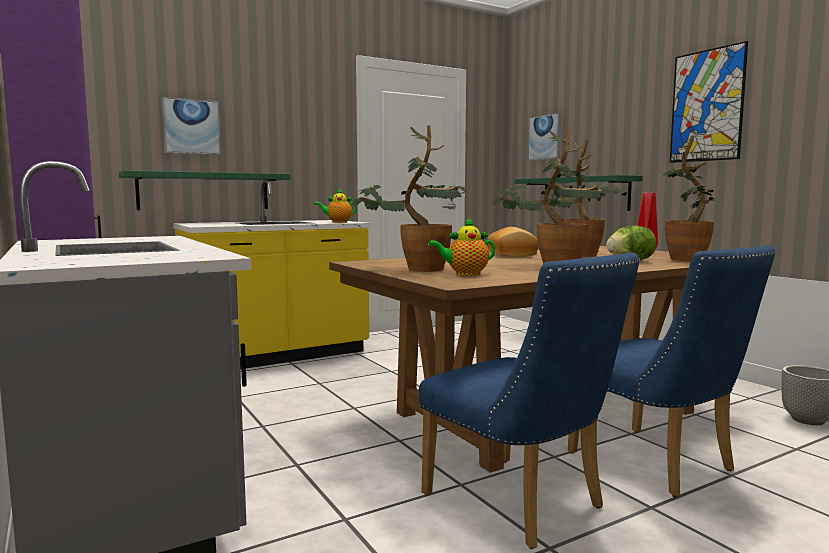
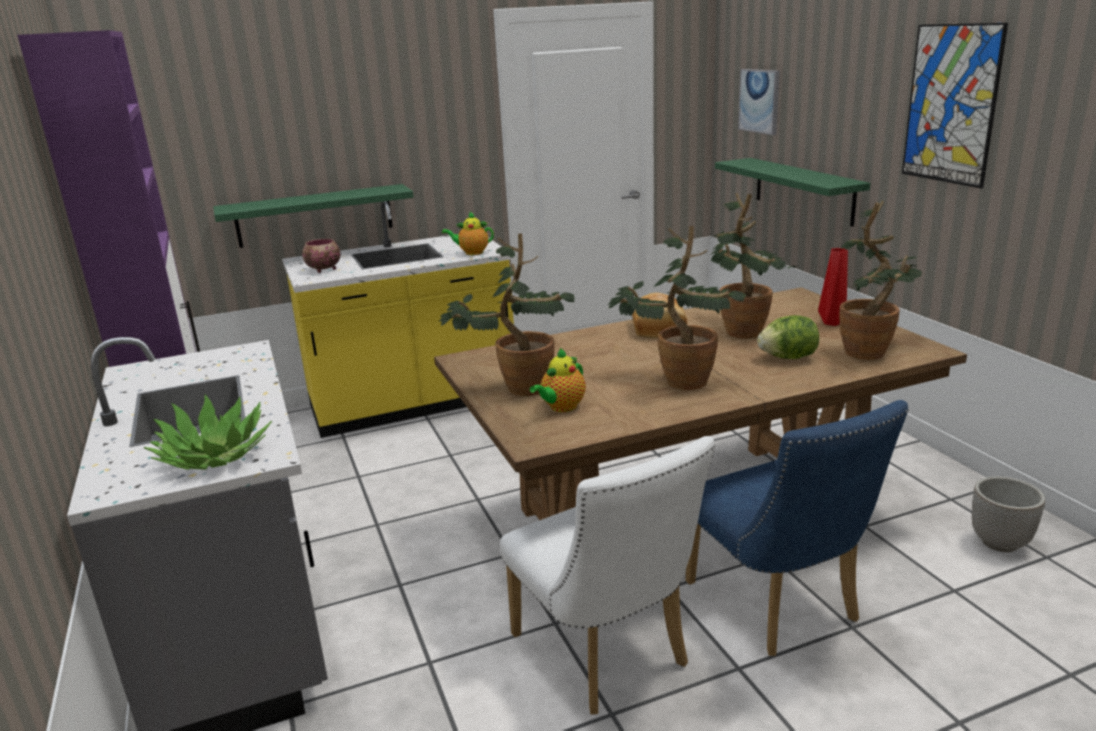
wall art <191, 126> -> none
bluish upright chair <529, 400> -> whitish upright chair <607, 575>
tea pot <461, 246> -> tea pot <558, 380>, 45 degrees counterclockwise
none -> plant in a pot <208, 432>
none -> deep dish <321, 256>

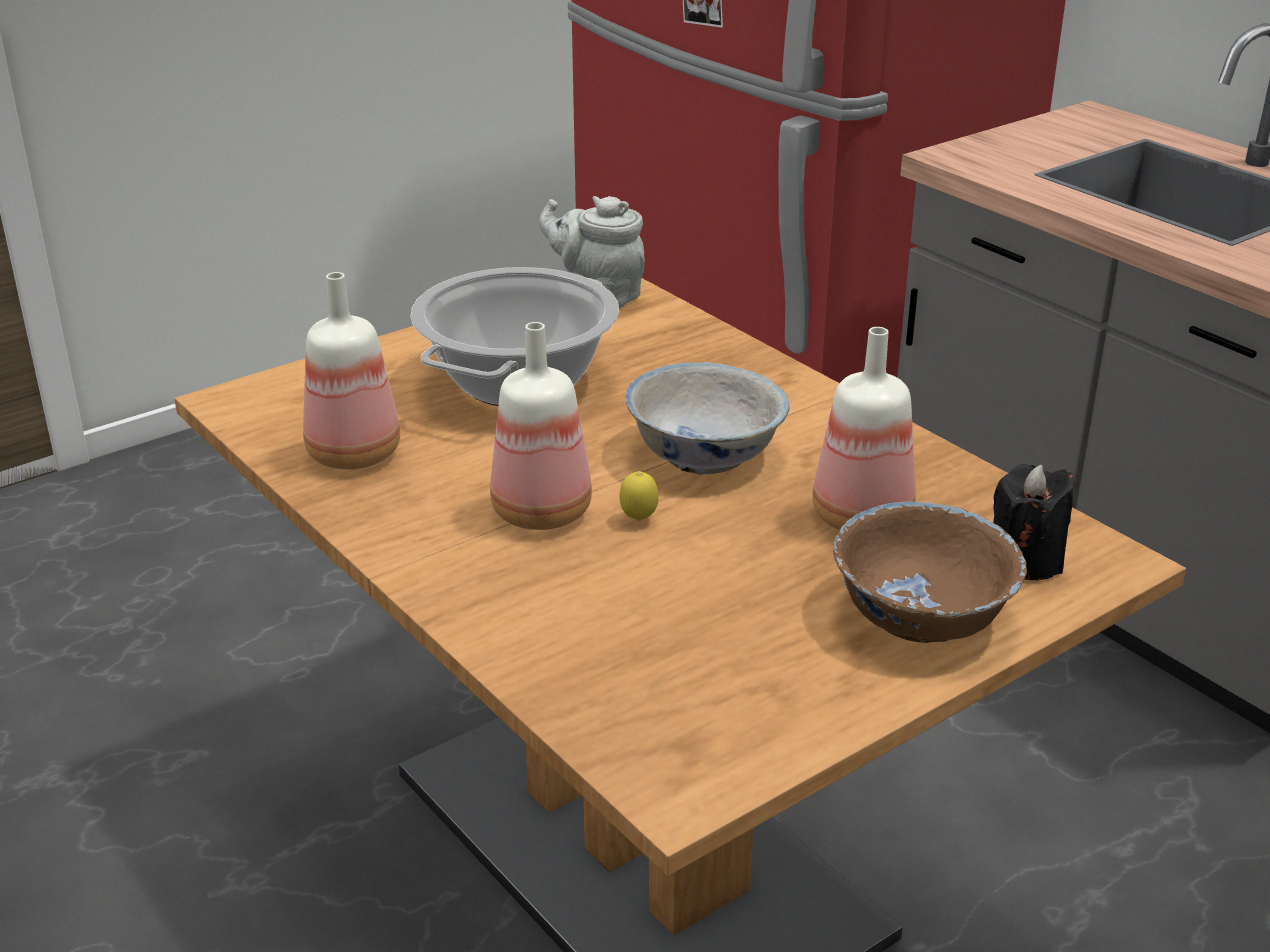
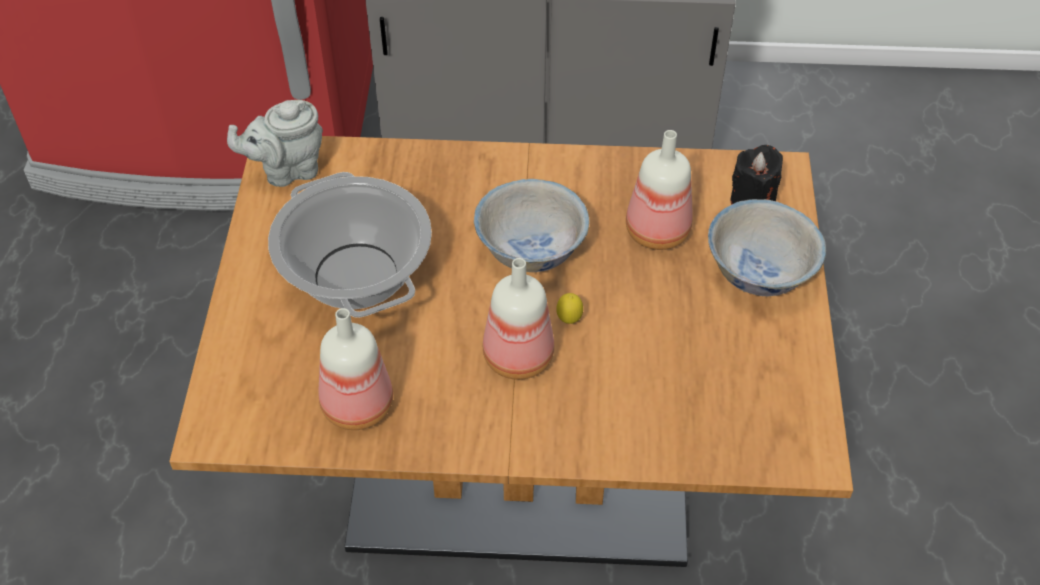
brown-coloured deep dish <930, 572> -> whitish deep dish <767, 247>

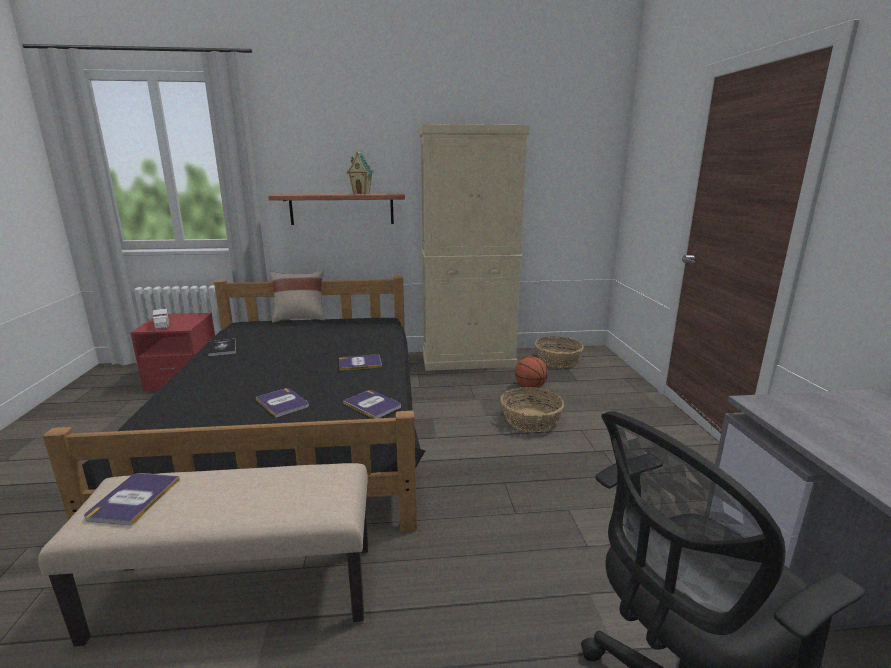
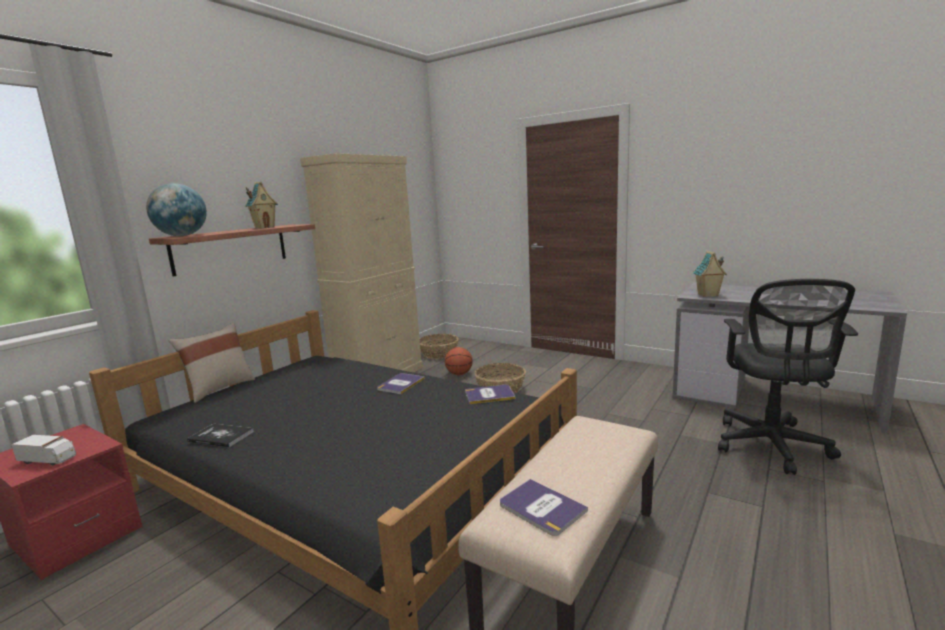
book <282, 403> -> none
none -> desk globe <176, 209>
none -> miniature house <709, 274>

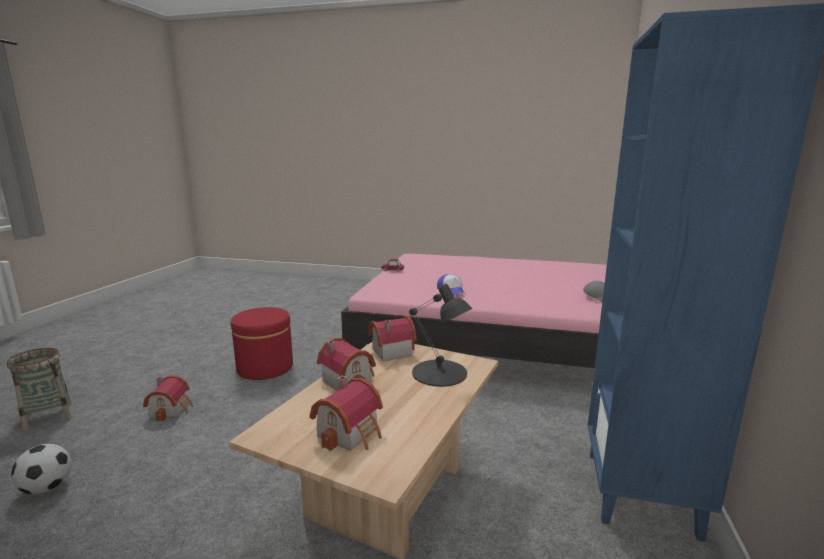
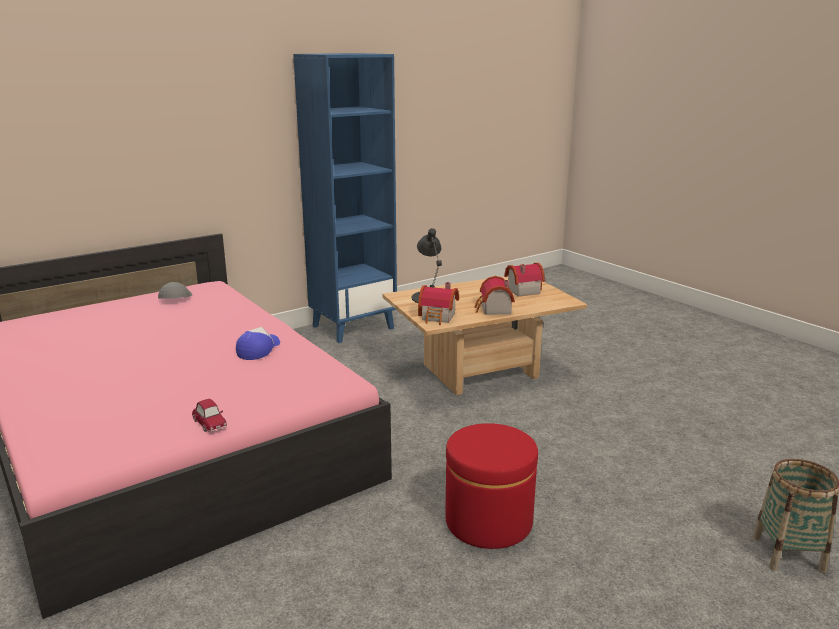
football ball <41, 469> -> none
miniature house <168, 398> -> none

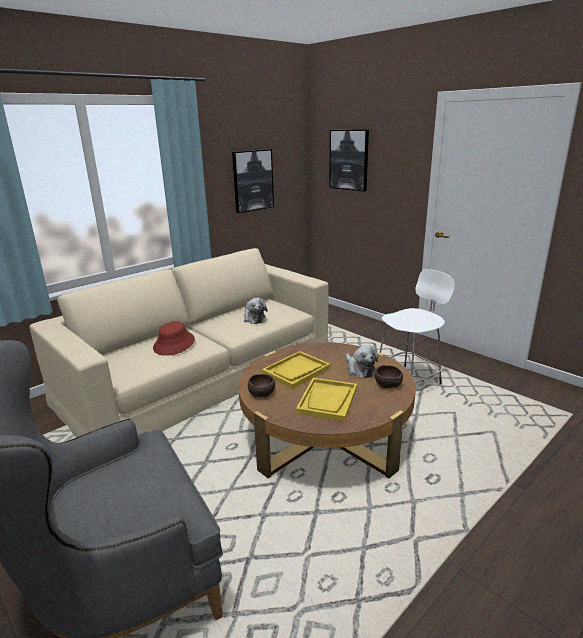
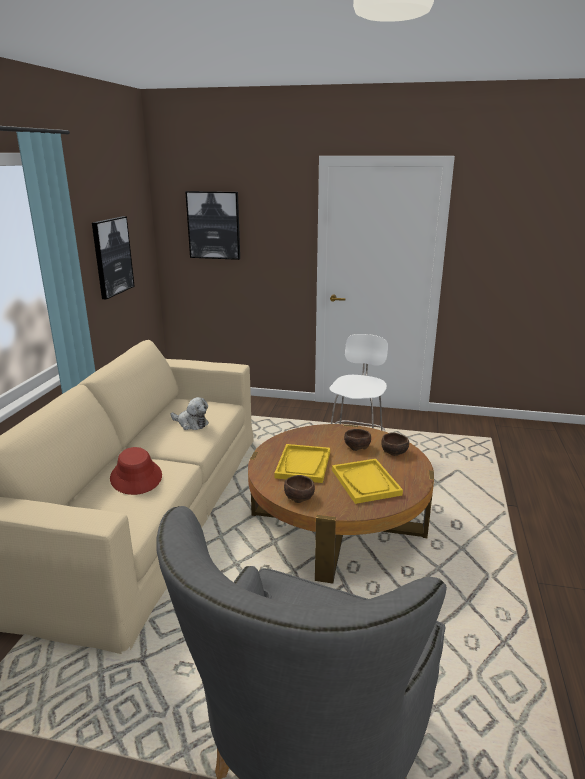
plush toy <362, 361> -> brown-coloured deep dish <357, 440>

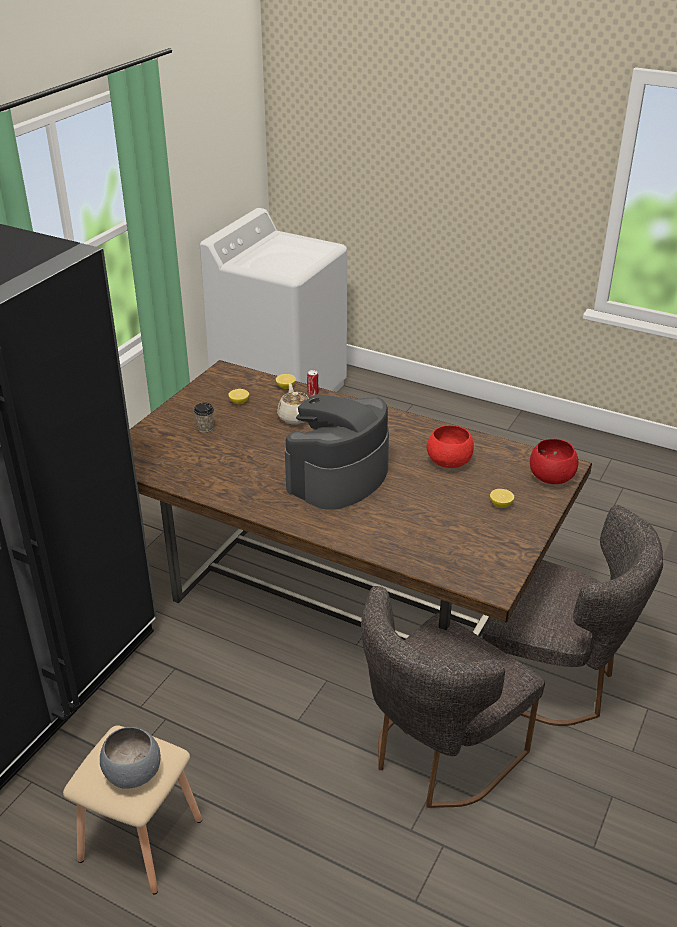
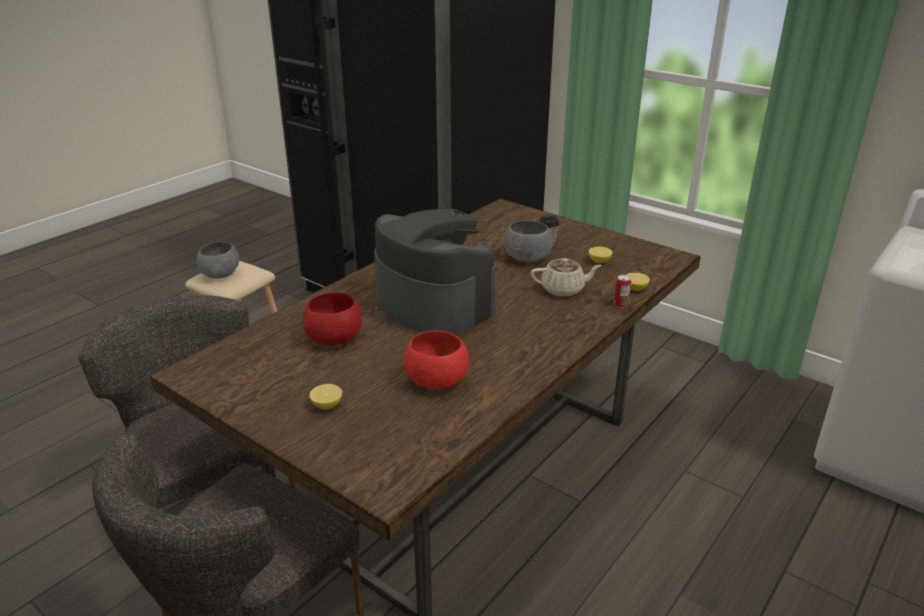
red deep dish <554, 461> -> red deep dish <332, 318>, relocated
none -> greyish deep dish <528, 241>

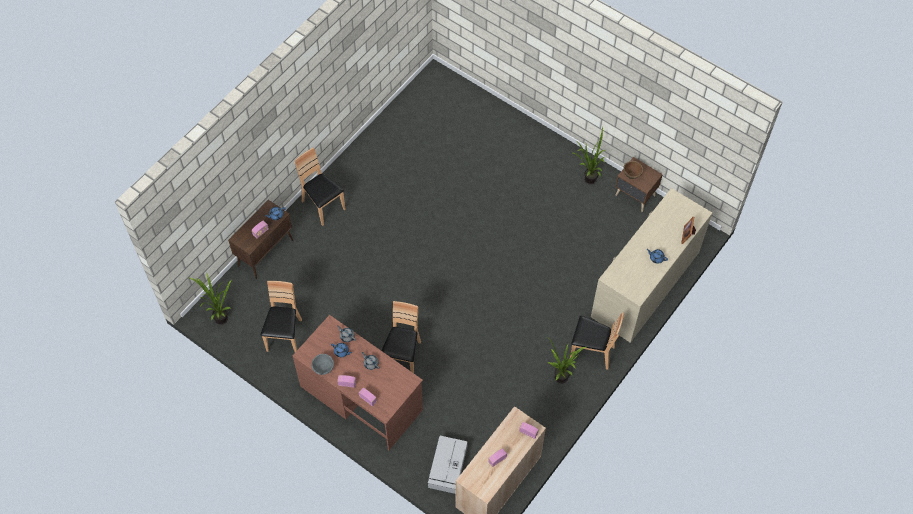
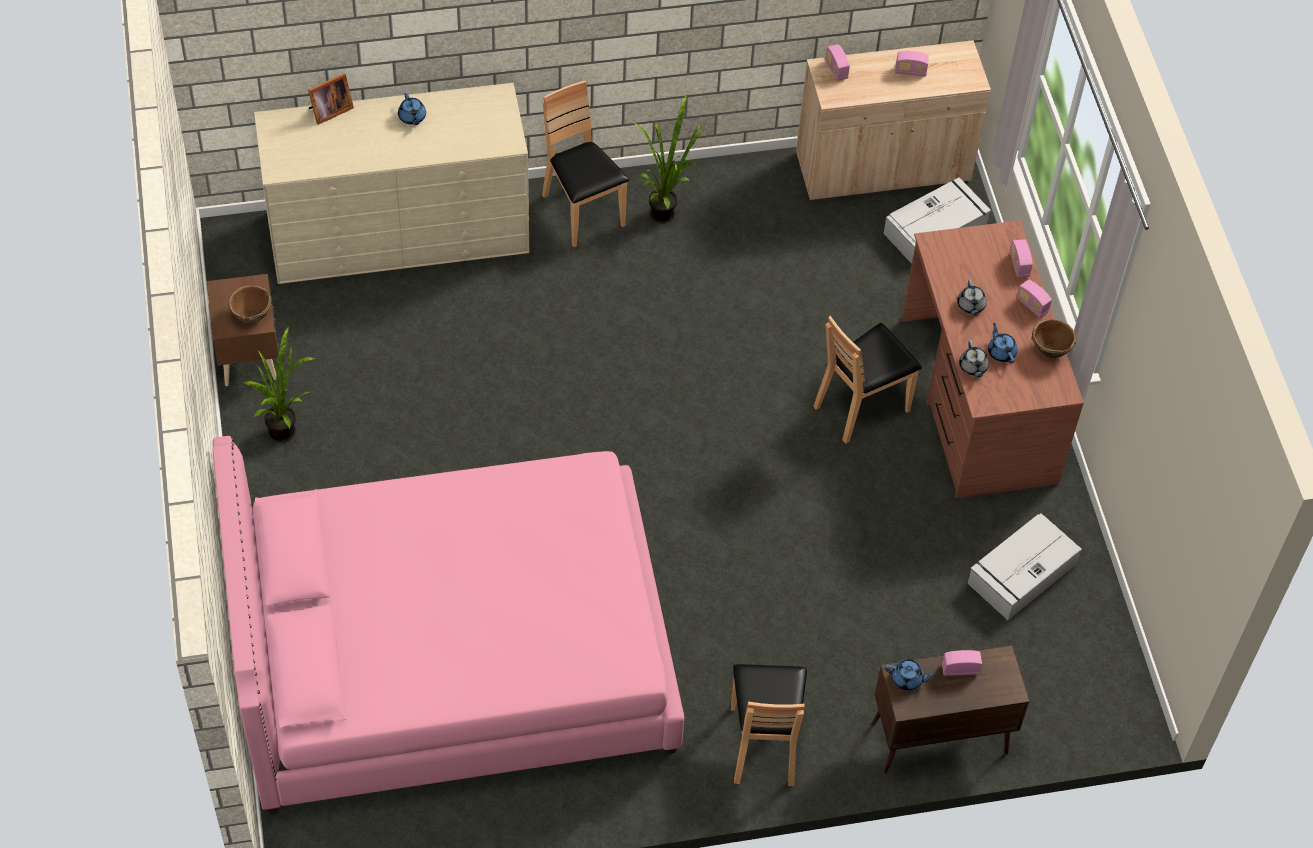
plant in a pot <209, 299> -> none
brown-coloured upright chair <281, 316> -> greyish storage box <1024, 566>
greyish deep dish <322, 364> -> brown-coloured deep dish <1053, 339>
none -> pink sleeping bed <448, 625>

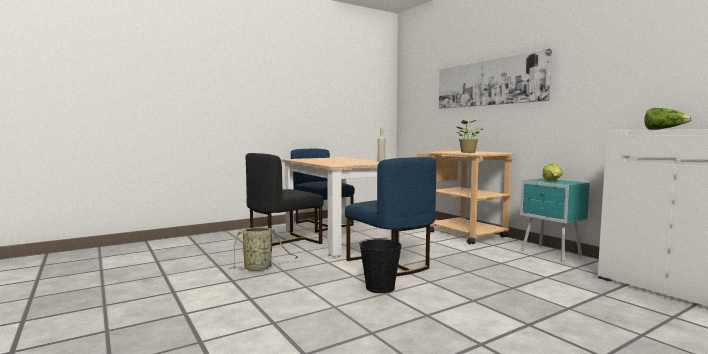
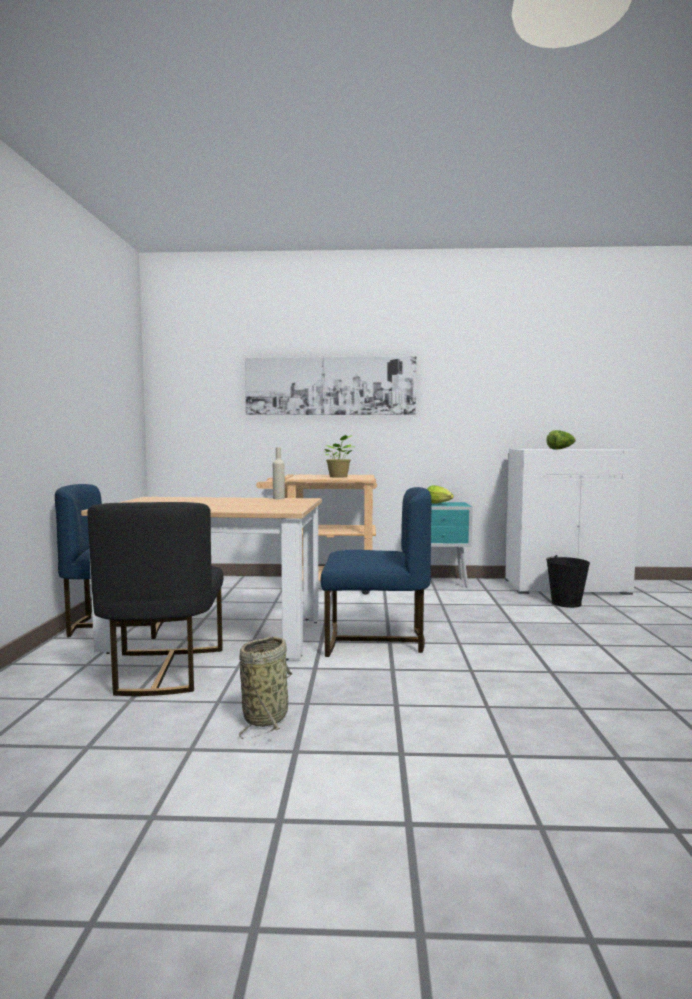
black bucket <380, 265> -> black bucket <568, 581>, relocated

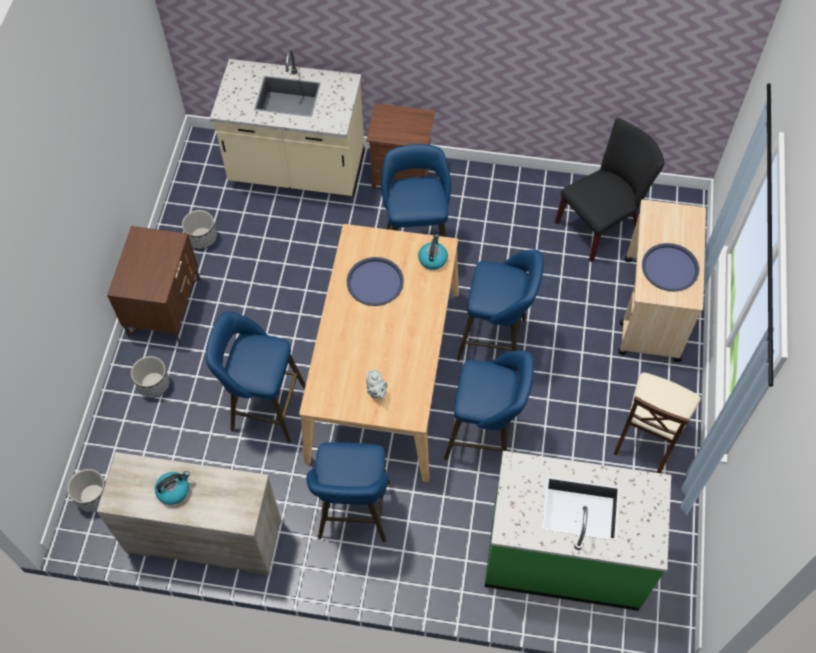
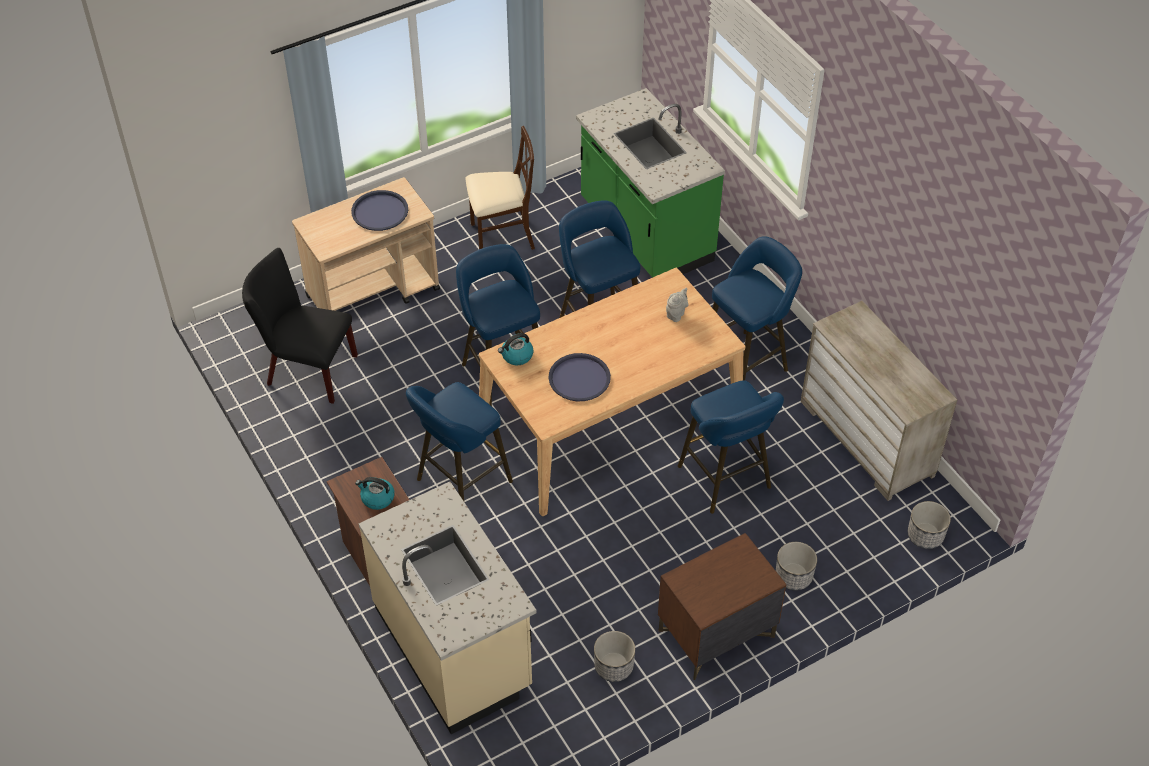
tea kettle <172, 488> -> tea kettle <375, 493>, relocated

